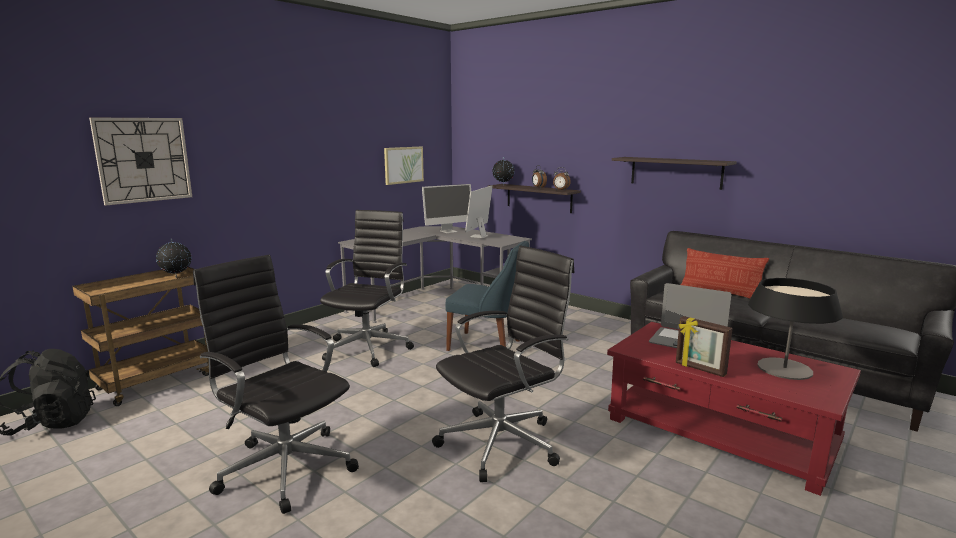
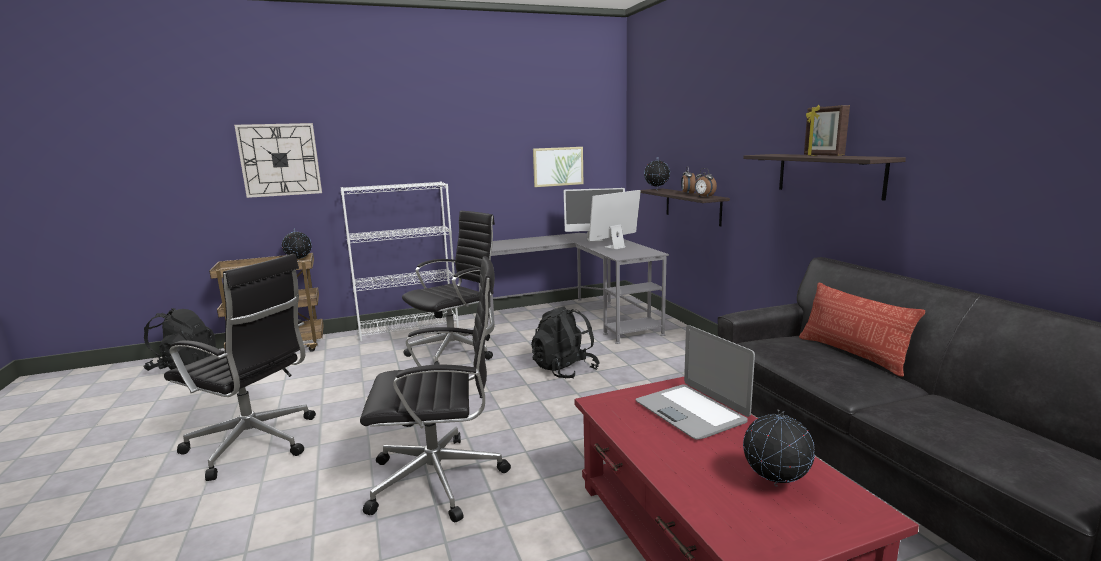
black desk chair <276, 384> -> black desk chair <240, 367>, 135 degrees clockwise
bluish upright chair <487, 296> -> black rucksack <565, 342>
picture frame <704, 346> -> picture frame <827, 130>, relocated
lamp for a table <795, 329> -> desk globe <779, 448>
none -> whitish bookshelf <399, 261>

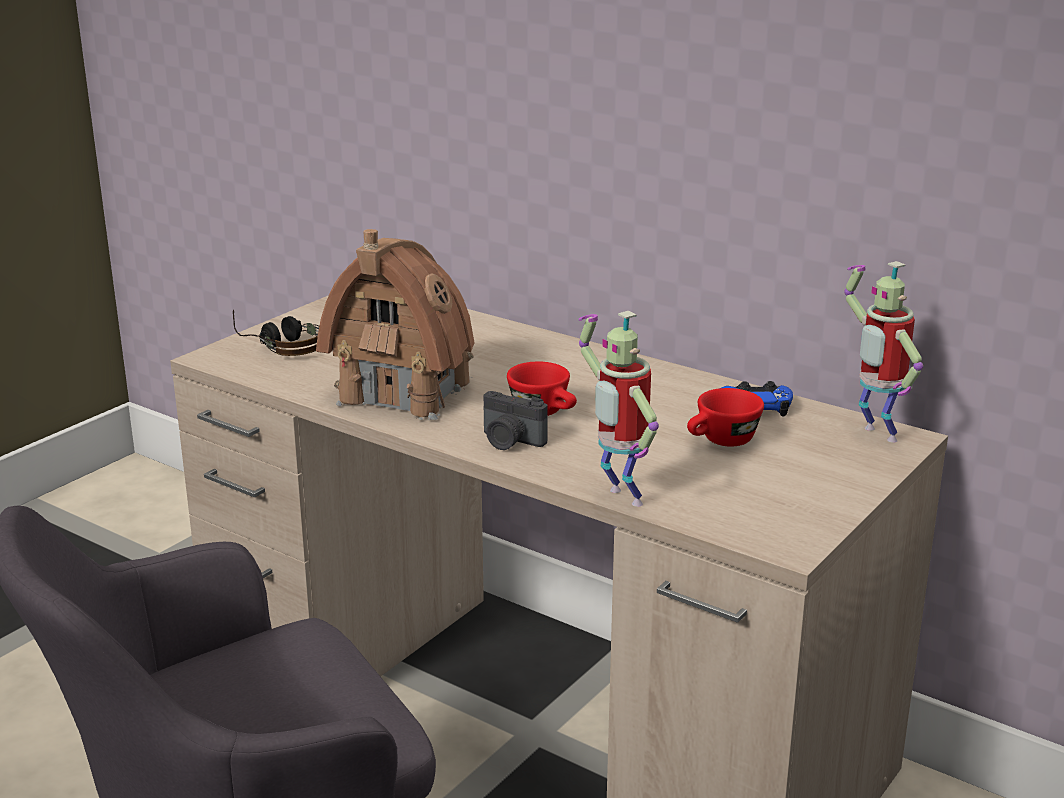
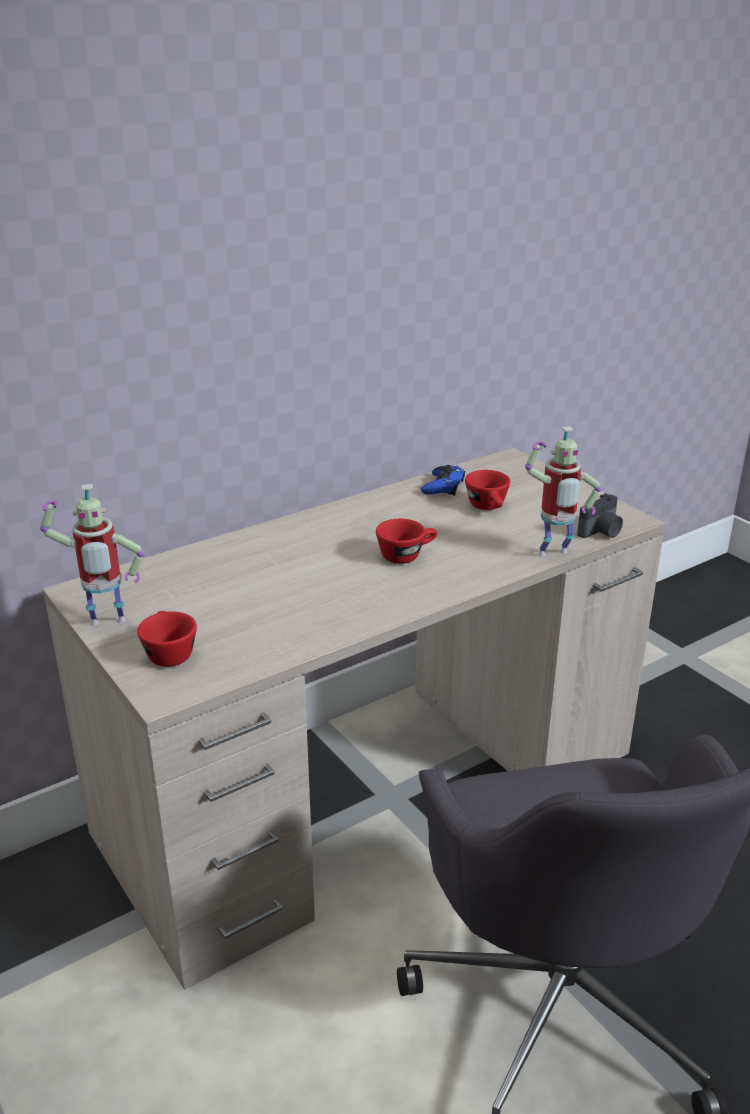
pair of headphones <276, 333> -> red drinking cup <167, 639>
miniature house <395, 324> -> none
still camera <516, 420> -> still camera <600, 515>, relocated
toy robot <883, 352> -> toy robot <92, 555>, relocated

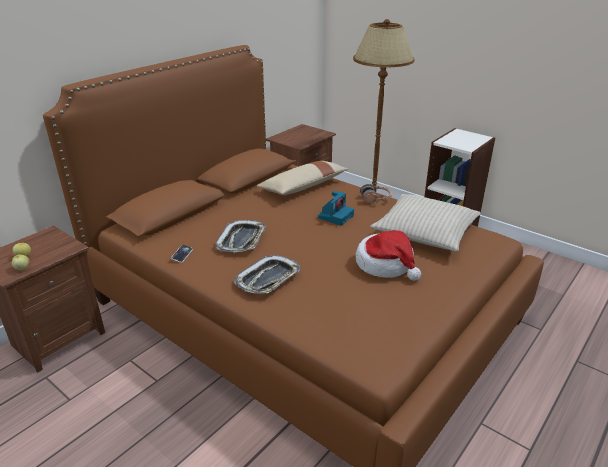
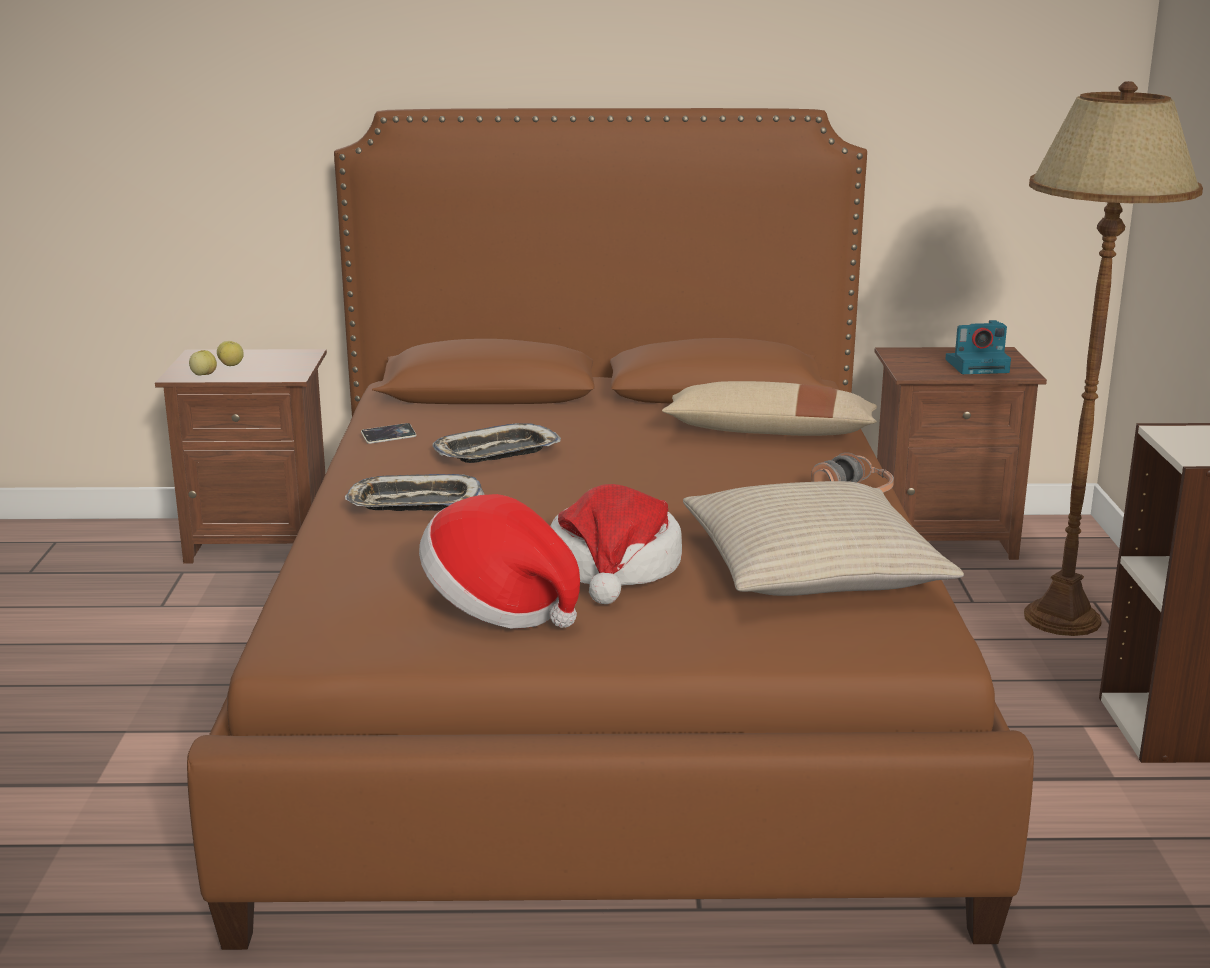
still camera <336, 208> -> still camera <978, 347>, relocated
none -> wearable hat <499, 561>

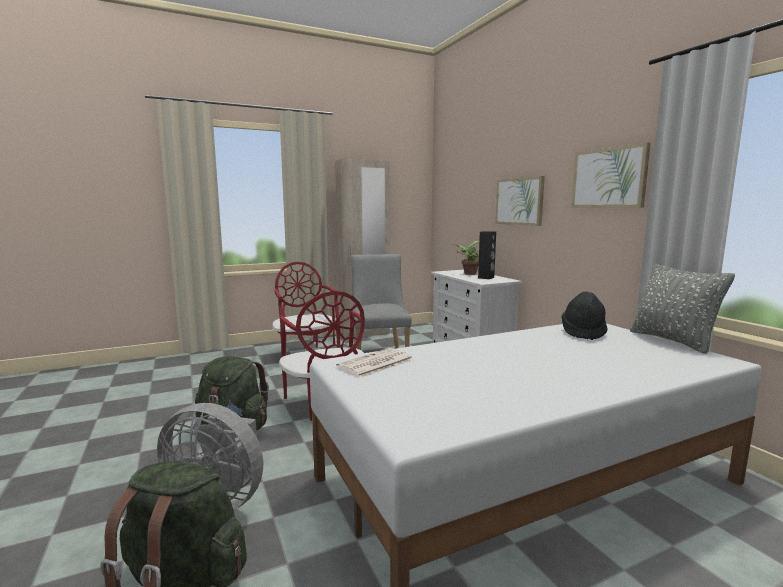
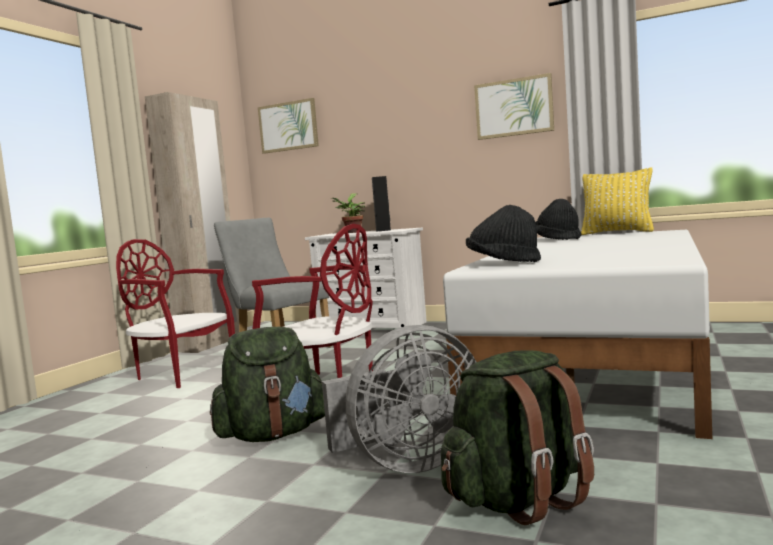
daily paper <374, 363> -> black wearable hat <503, 233>
wall art <520, 201> -> wall art <288, 126>, relocated
greyish cushion <682, 309> -> yellowish cushion <617, 201>

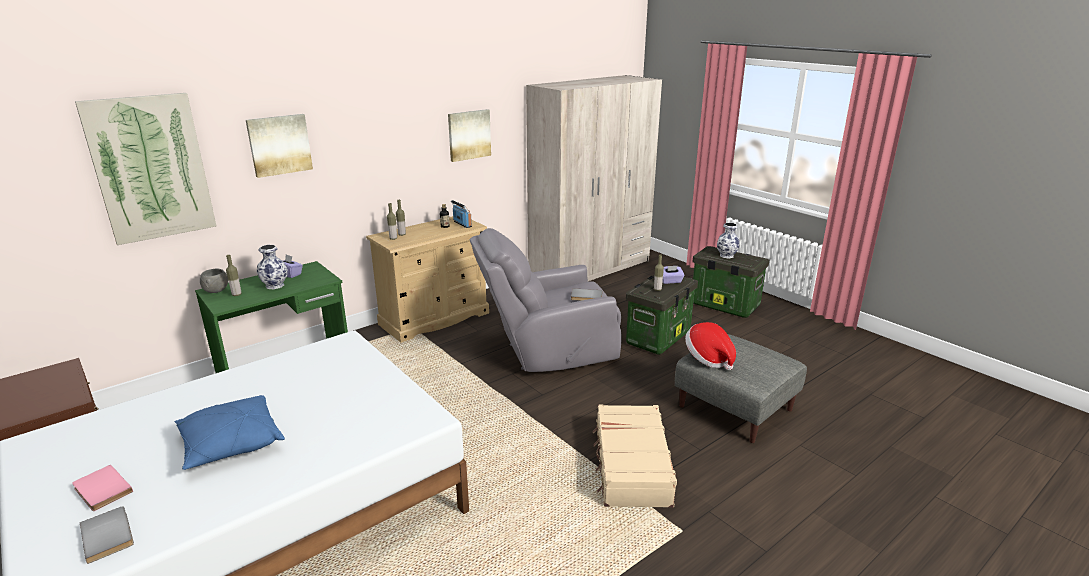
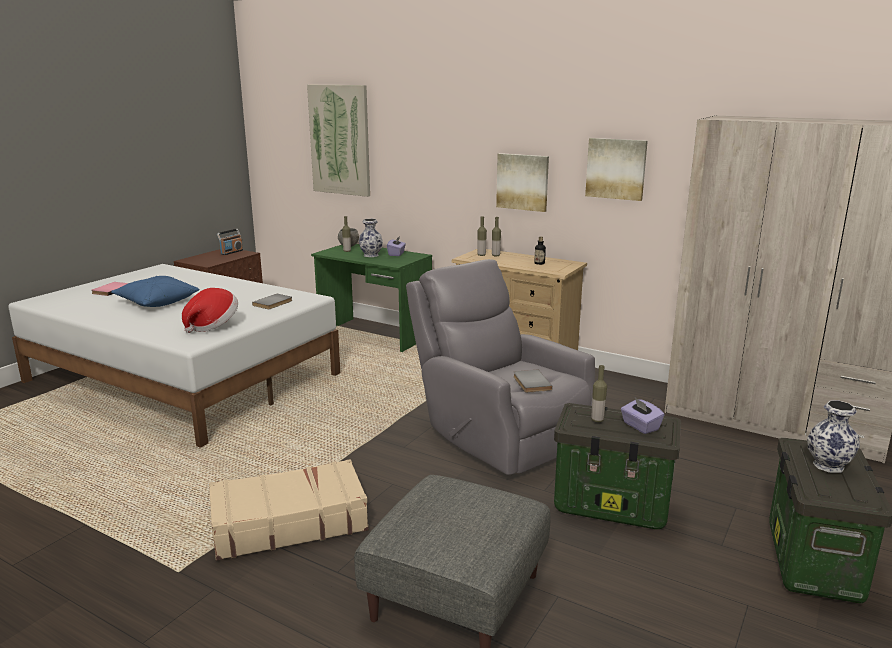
greyish book <107, 535> -> greyish book <272, 301>, relocated
wall art <279, 146> -> wall art <522, 182>, relocated
radio set <461, 214> -> radio set <230, 242>, relocated
wearable hat <710, 346> -> wearable hat <210, 310>, relocated

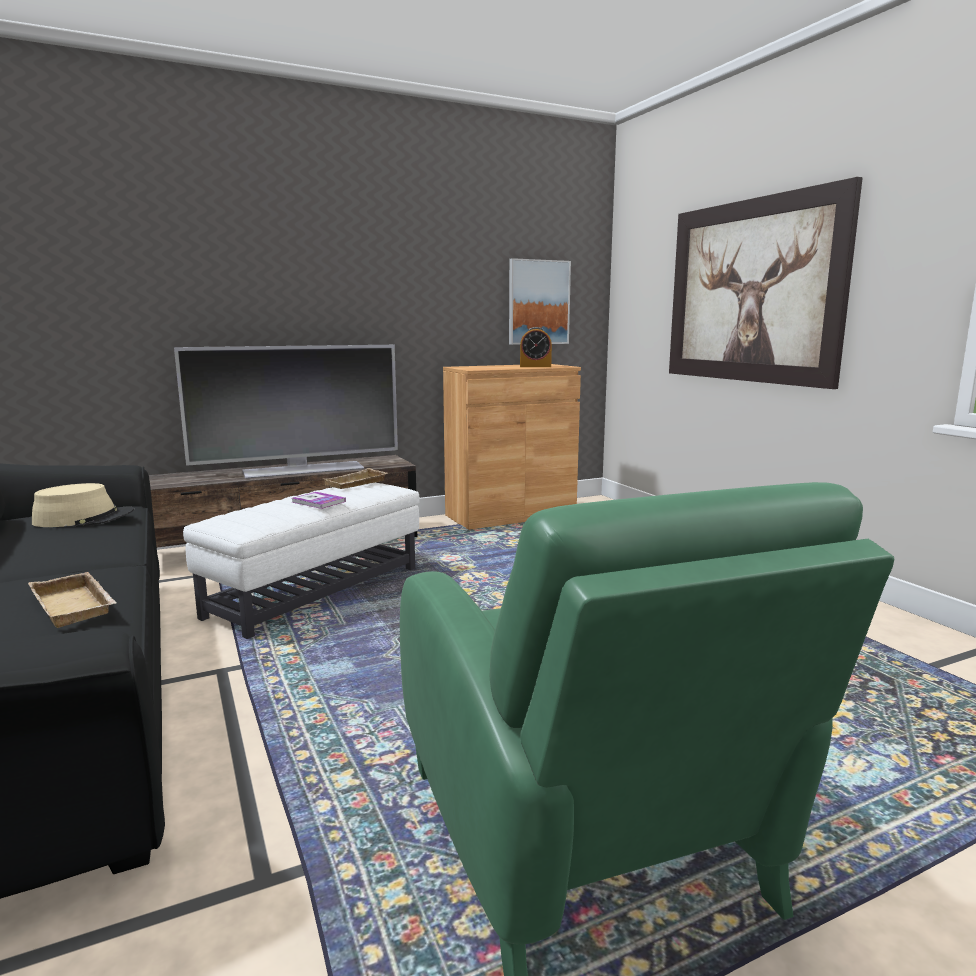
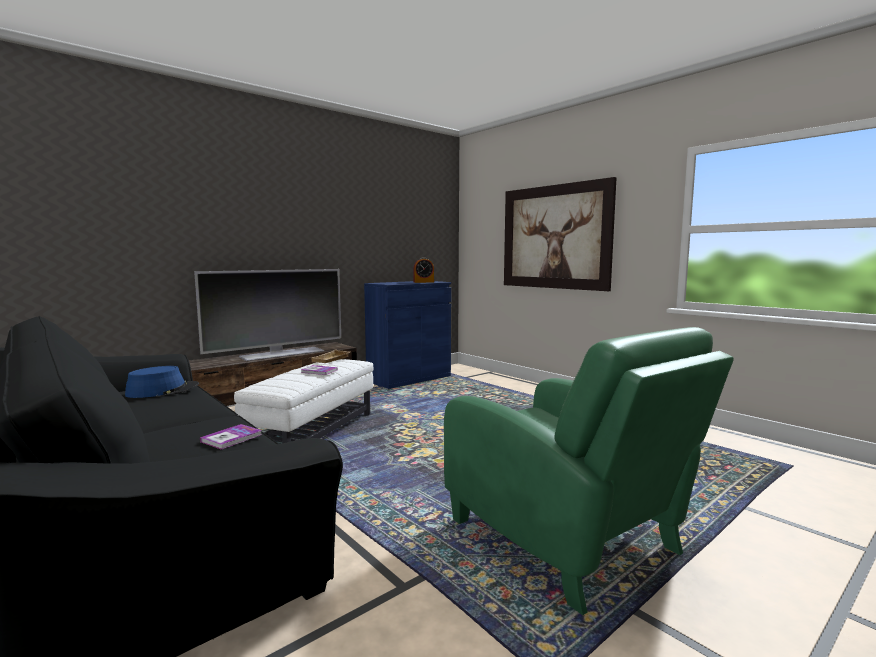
beige serving tray <72, 600> -> book <231, 436>
beige wearable hat <83, 505> -> bluish wearable hat <162, 382>
brown-coloured cupboard <512, 447> -> bluish cupboard <407, 335>
wall art <540, 301> -> none

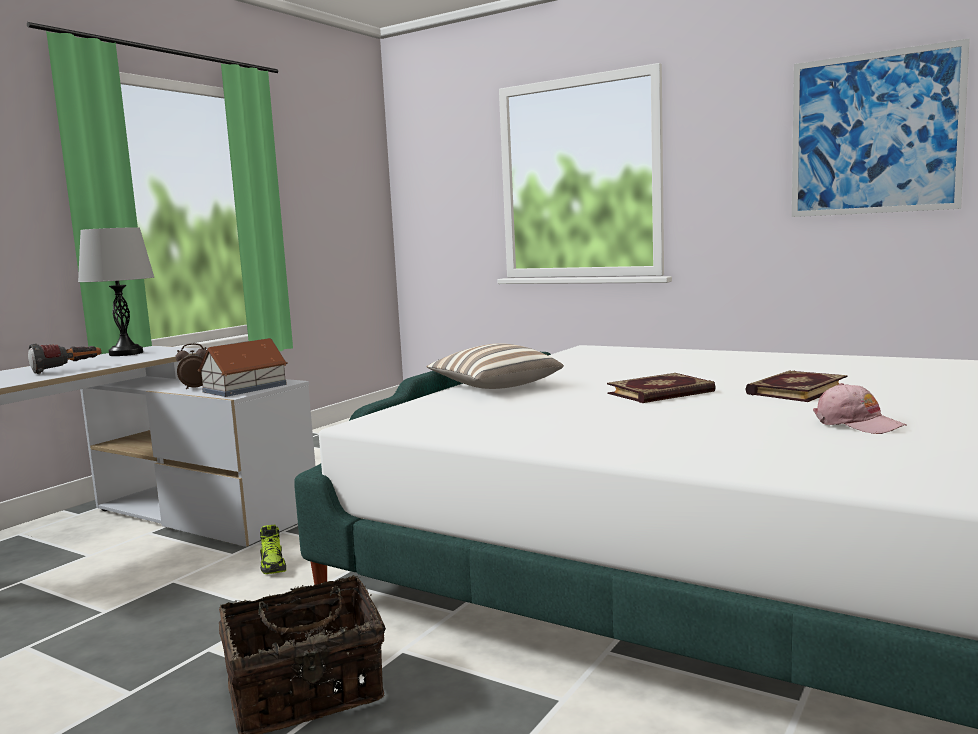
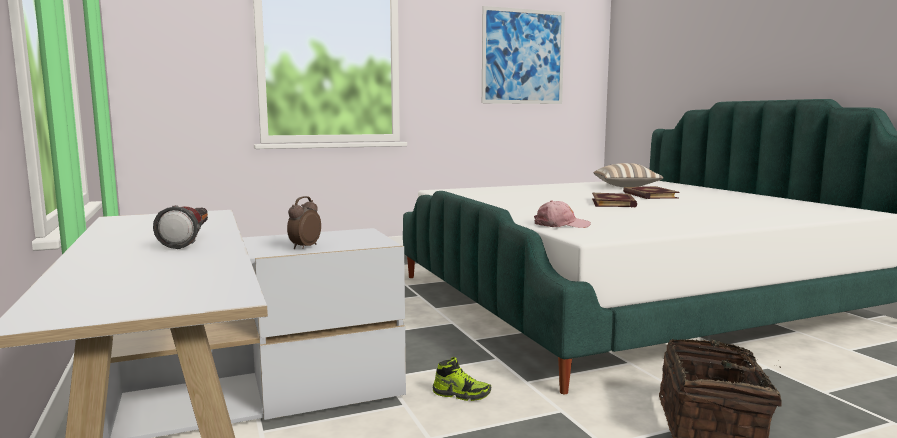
greyish lamp for a table <116, 291> -> none
miniature house <243, 367> -> none
cushion <495, 366> -> cushion <629, 175>, relocated
pink peaked cap <860, 408> -> pink peaked cap <562, 214>, relocated

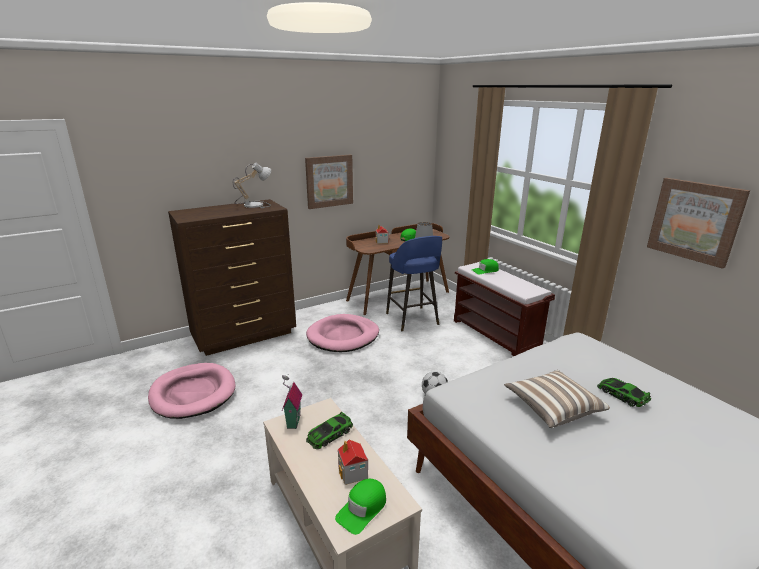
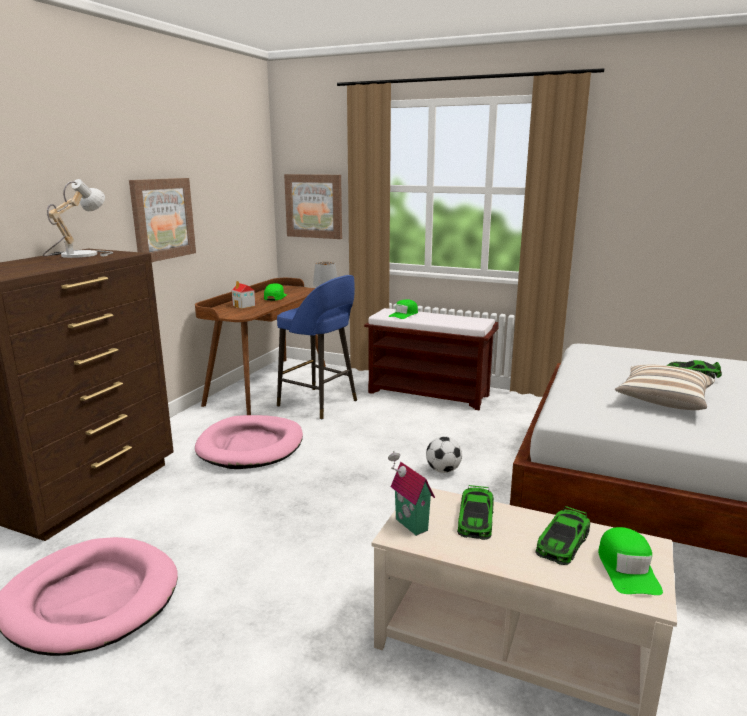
miniature house <353, 462> -> miniature car <562, 535>
wall art <698, 223> -> wall art <313, 206>, relocated

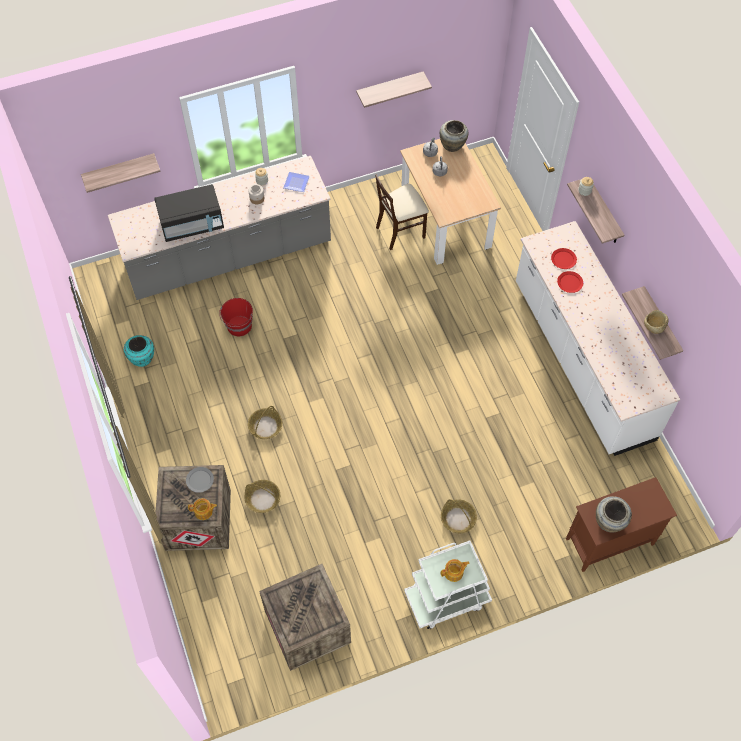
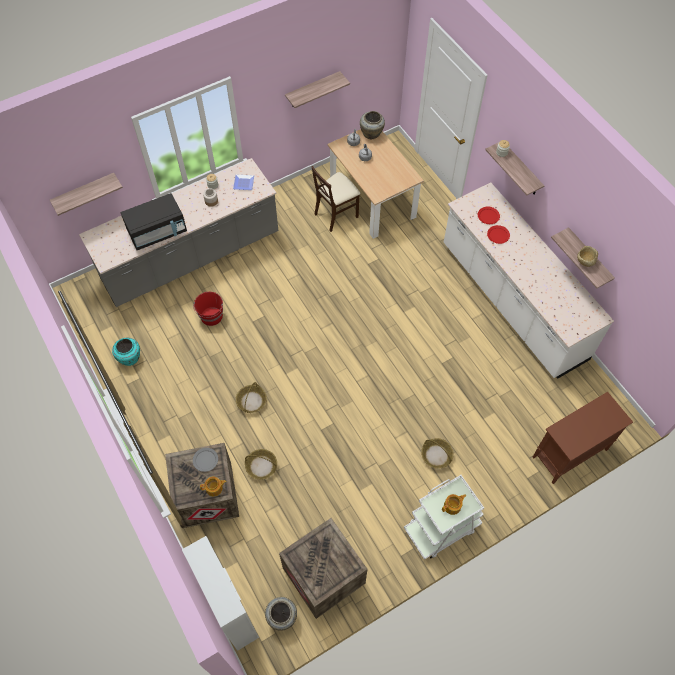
beige flower vase <614, 514> -> beige flower vase <281, 614>, relocated
none -> whitish cupboard <220, 593>

